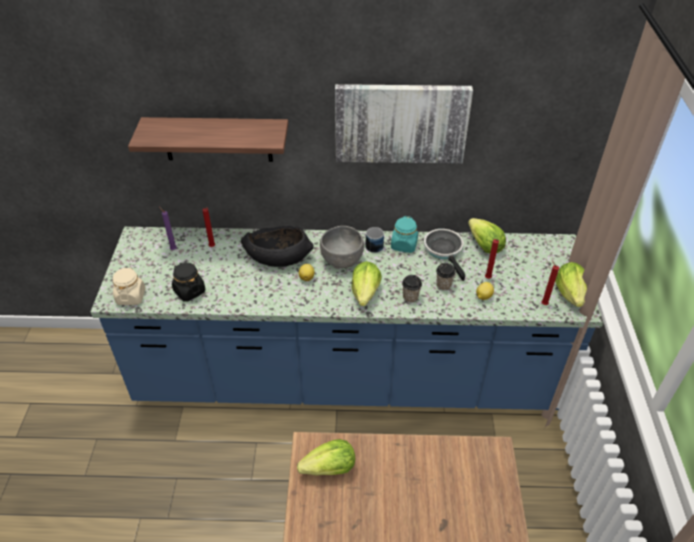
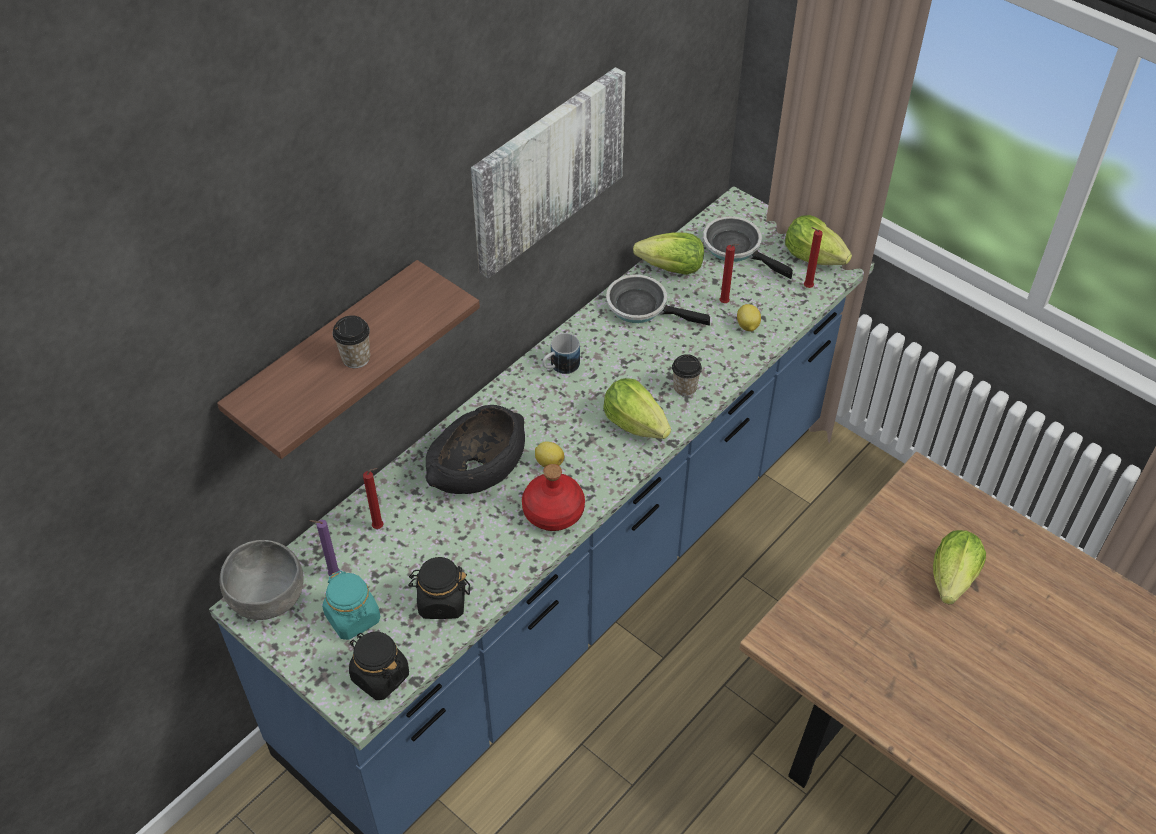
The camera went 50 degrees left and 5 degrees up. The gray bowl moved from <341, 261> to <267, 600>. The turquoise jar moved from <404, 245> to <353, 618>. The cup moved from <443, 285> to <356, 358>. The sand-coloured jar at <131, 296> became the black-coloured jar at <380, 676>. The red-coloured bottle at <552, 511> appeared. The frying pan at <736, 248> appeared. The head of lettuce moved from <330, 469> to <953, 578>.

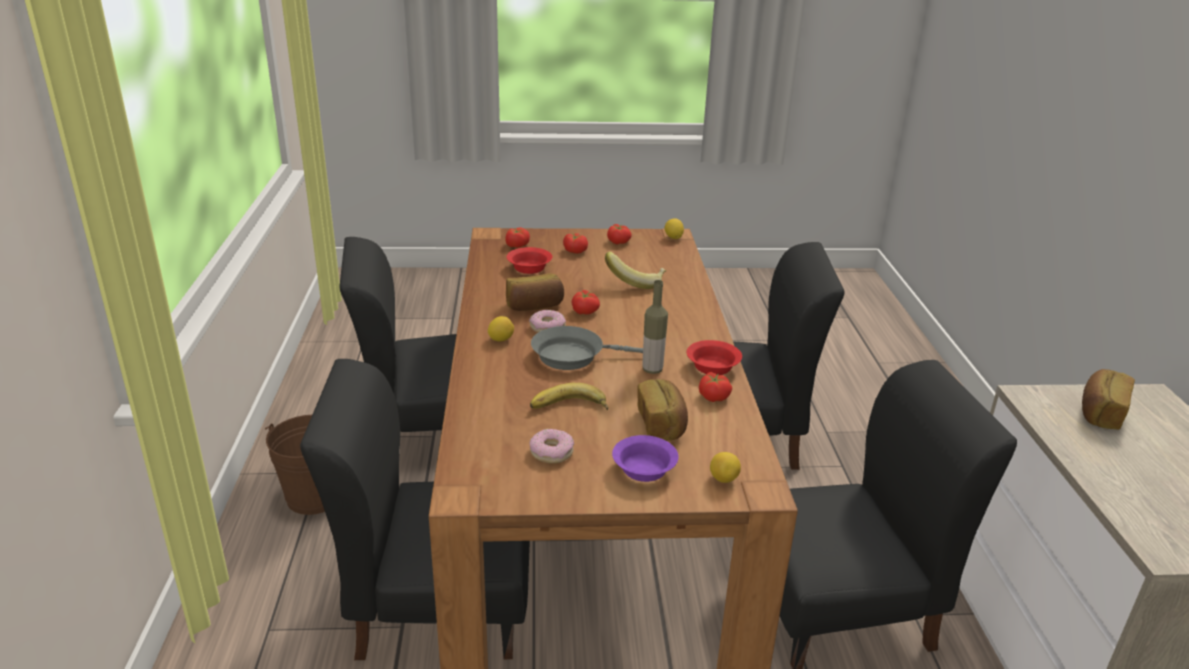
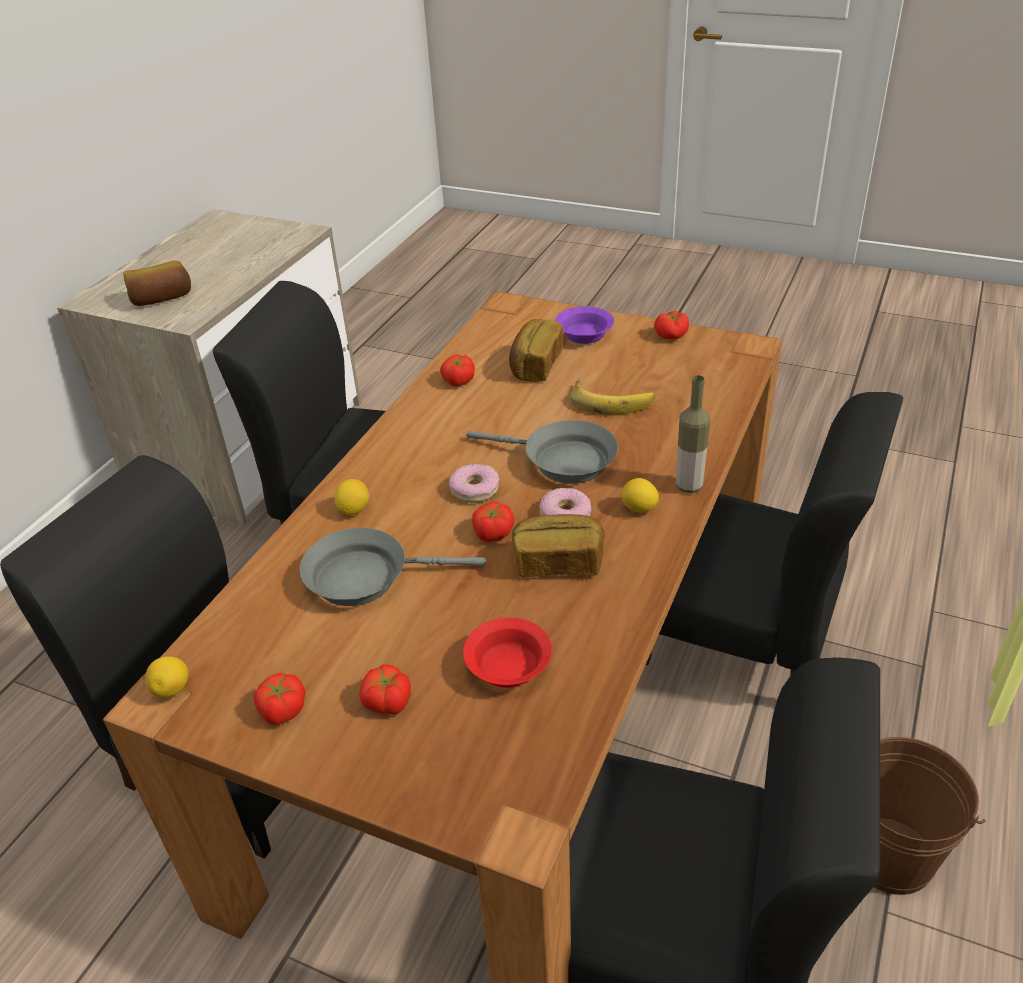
The camera went 150 degrees left and 10 degrees up. The whole banana at <635, 282> was replaced by the gray frying pan at <366, 577>. The lemon moved from <723, 479> to <354, 510>. The donut moved from <551, 452> to <474, 489>. The fresh tomato moved from <516, 245> to <671, 336>. The bottle moved from <652, 369> to <689, 486>. The red-coloured bowl at <712, 368> disappeared.

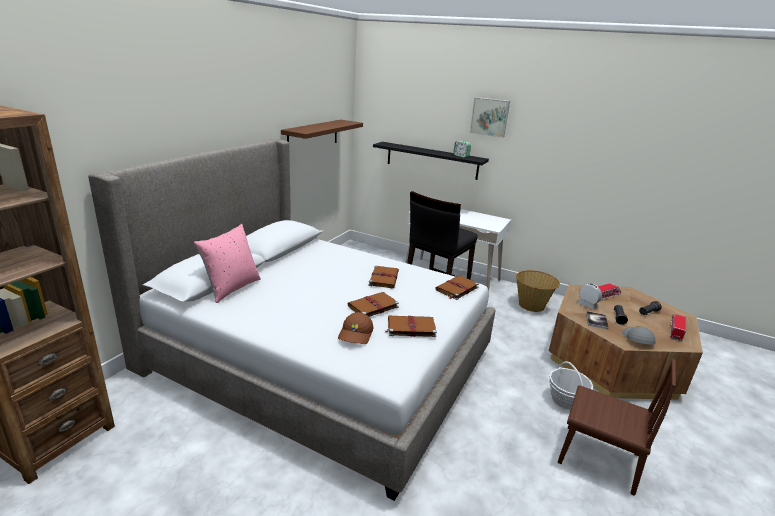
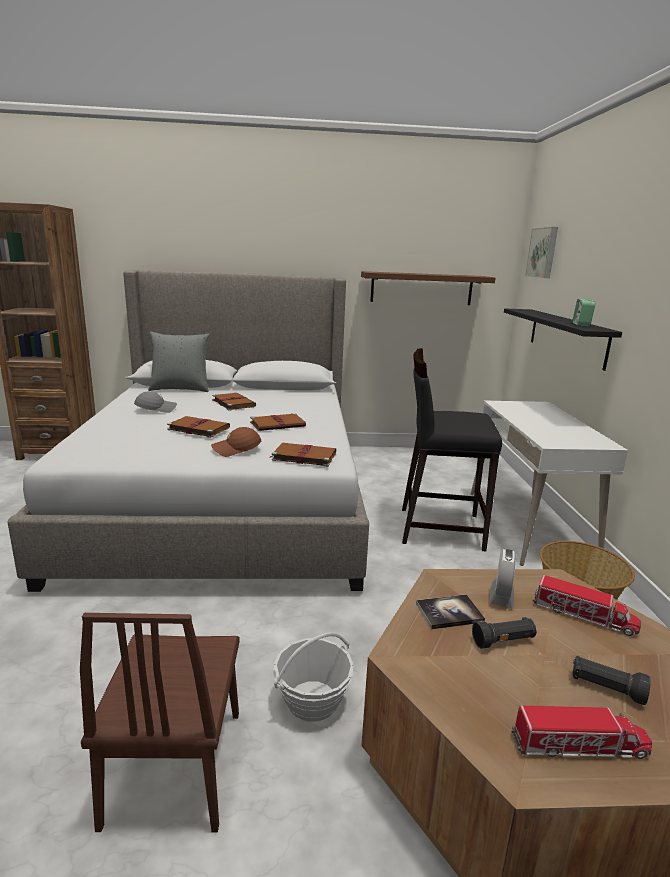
The camera went 60 degrees right and 5 degrees down. The gray peaked cap moved from <637, 339> to <156, 409>. The pinkish pillow at <231, 288> became the gray pillow at <180, 389>. The brownish peaked cap moved from <356, 334> to <236, 450>. The brownish book moved from <410, 328> to <233, 403>. The wall picture moved from <490, 117> to <543, 253>.

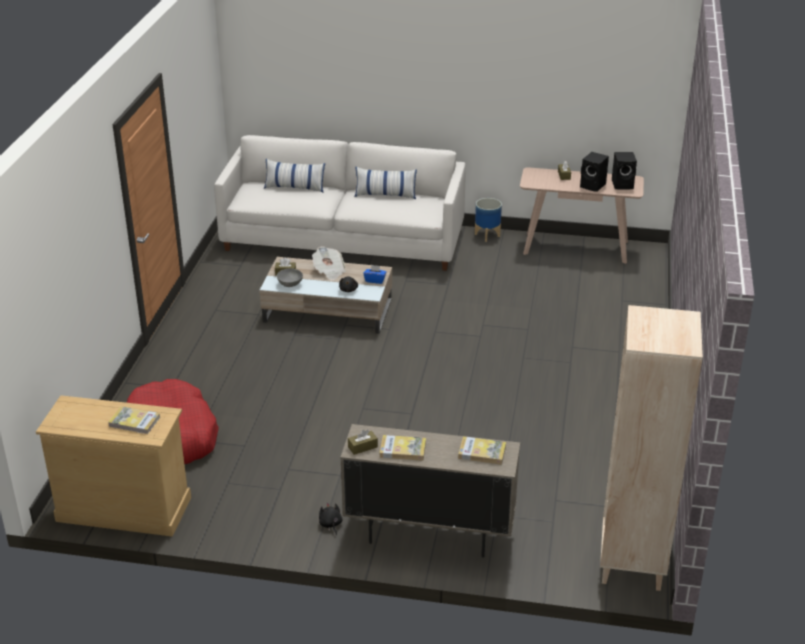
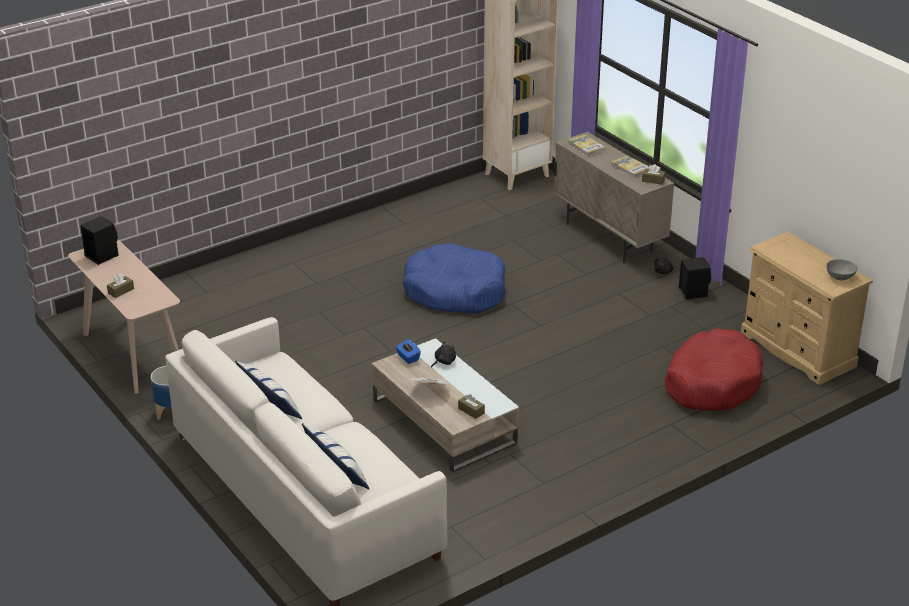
The camera went 135 degrees left and 0 degrees up. The blue-coloured dog cushion at <455, 291> appeared. The black-coloured audio speaker moved from <593, 186> to <693, 292>. The gray bowl moved from <290, 284> to <840, 277>. The book at <134, 422> disappeared.

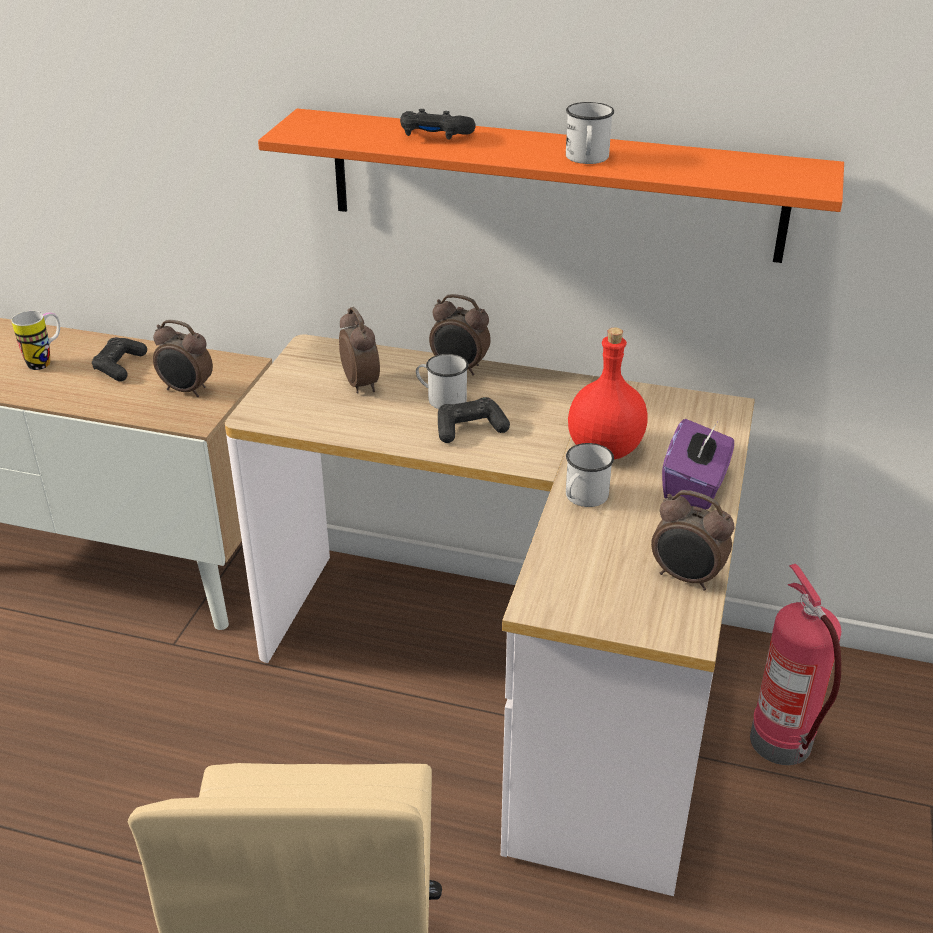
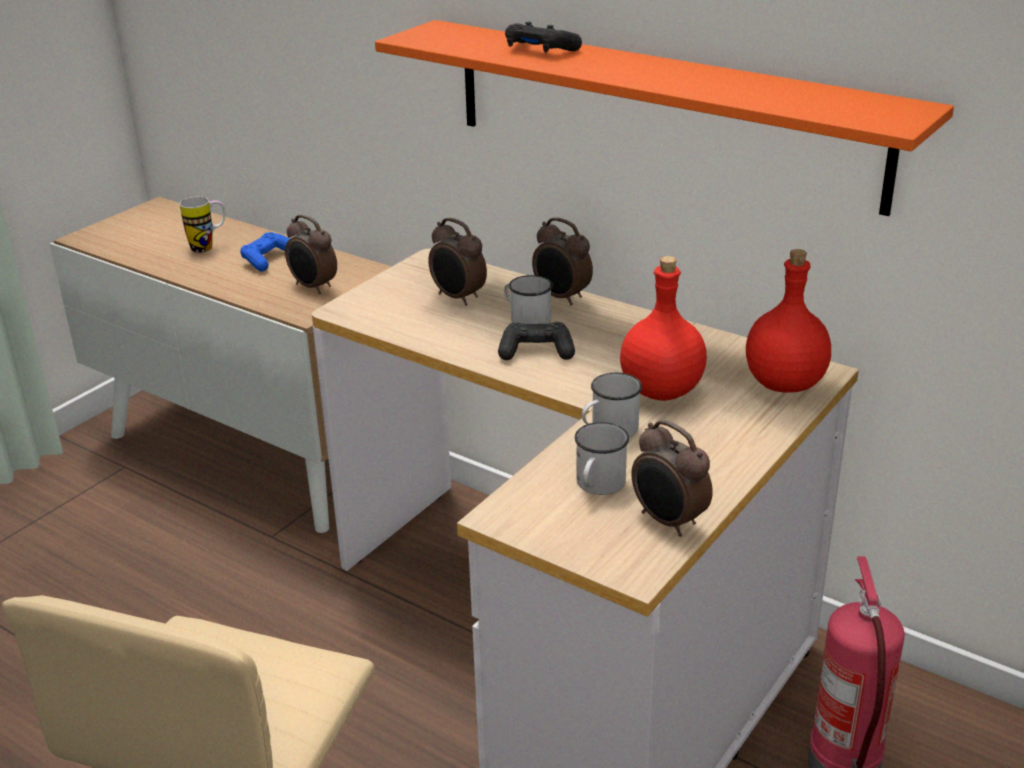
The camera went 20 degrees right and 5 degrees down. The black-coloured gamepad at <120, 366> became the blue-coloured gamepad at <268, 259>. The table clock at <361, 384> turned 135 degrees clockwise. The whitish mug moved from <587, 159> to <597, 486>. The red-coloured bottle at <784, 383> appeared. The purplish tissue box at <695, 486> disappeared.

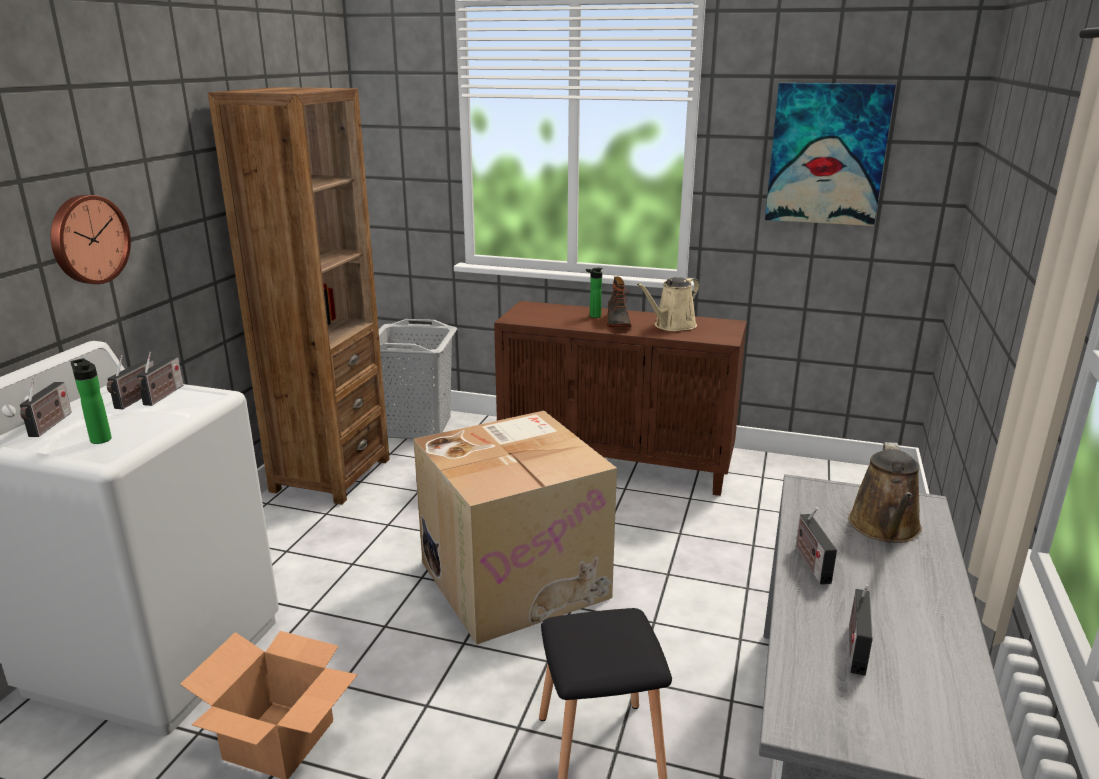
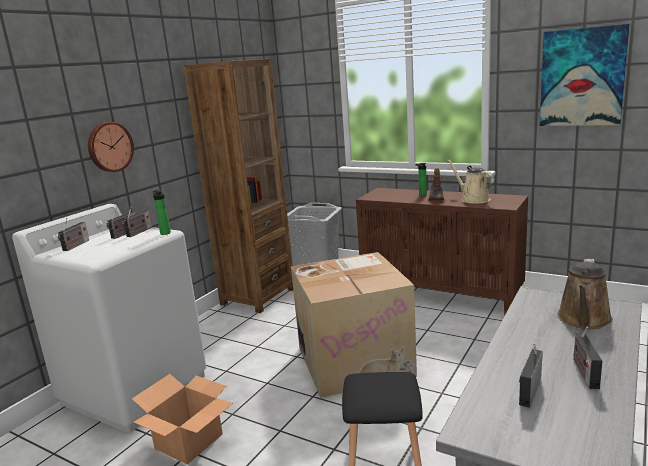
The camera went 15 degrees right and 5 degrees down. The bottle moved from <99, 439> to <165, 233>. The sand-coloured watering can at <672, 326> turned 90 degrees clockwise. The radio moved from <810, 562> to <584, 372>.

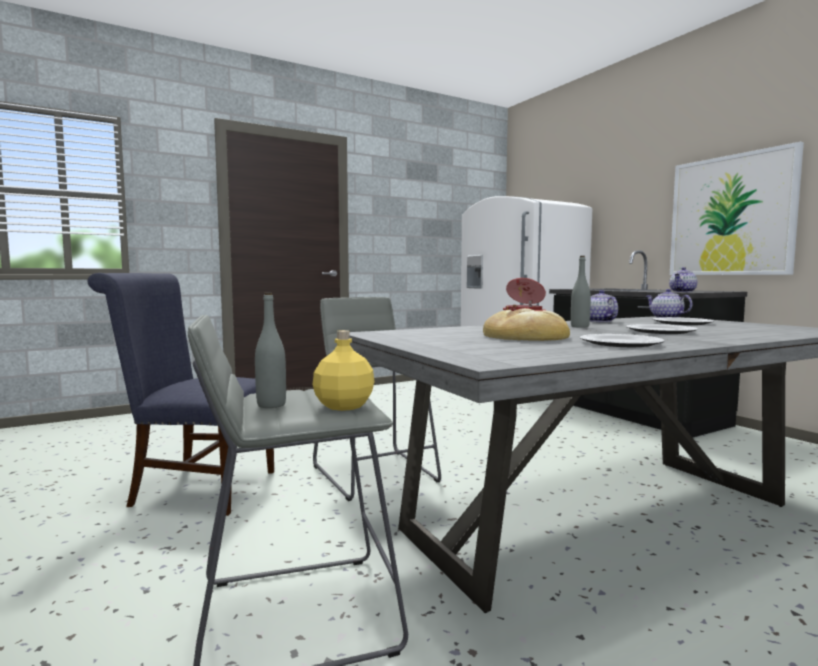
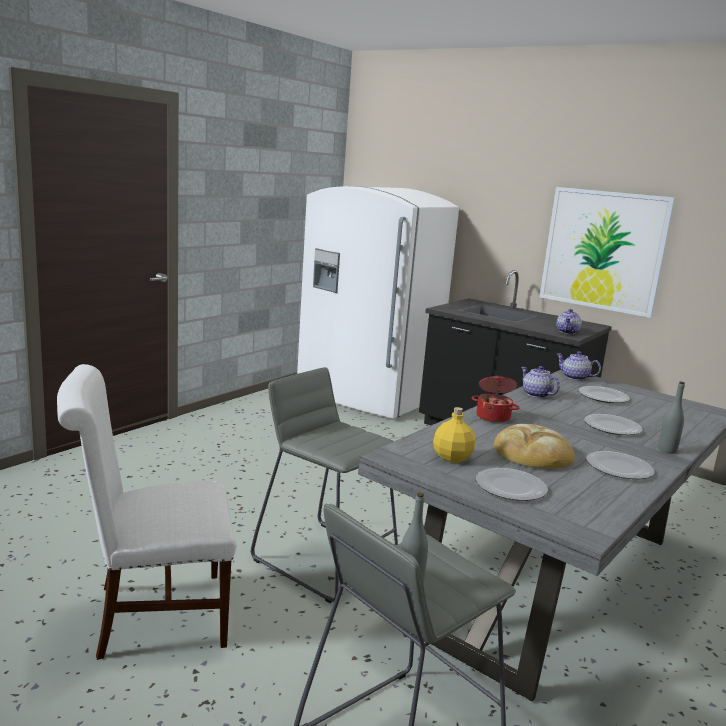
The camera went 25 degrees left and 10 degrees up. The blue-coloured plain chair at <196, 488> became the whitish plain chair at <151, 615>. The yellowish bottle moved from <345, 406> to <453, 457>. The flat dish at <509, 487> appeared. The gray bottle moved from <579, 326> to <667, 450>.

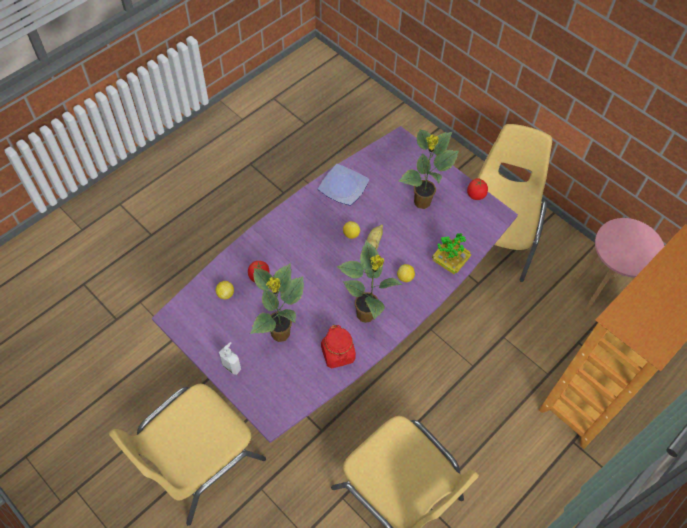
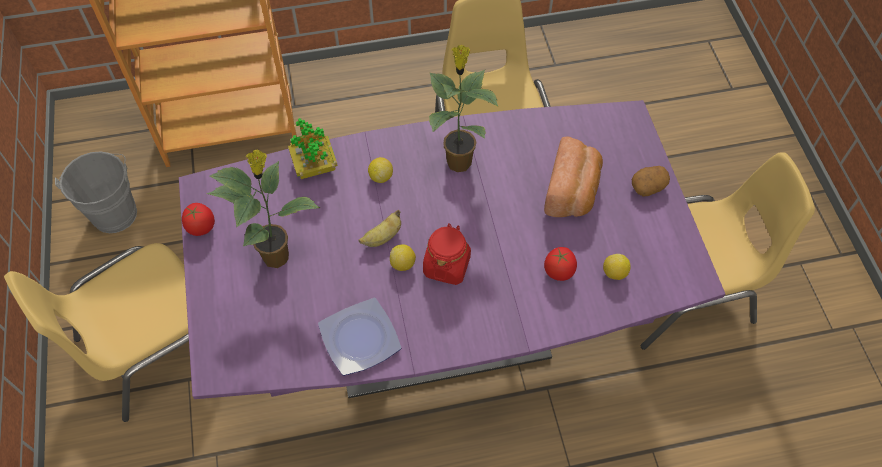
The camera went 145 degrees left and 0 degrees up. The pinkish stool seat at <599, 293> was replaced by the gray pail at <114, 210>. The red-coloured jar moved from <338, 354> to <446, 265>. The potted plant at <280, 335> was replaced by the baked bread at <572, 191>. The soap bottle at <232, 366> was replaced by the potato at <648, 186>.

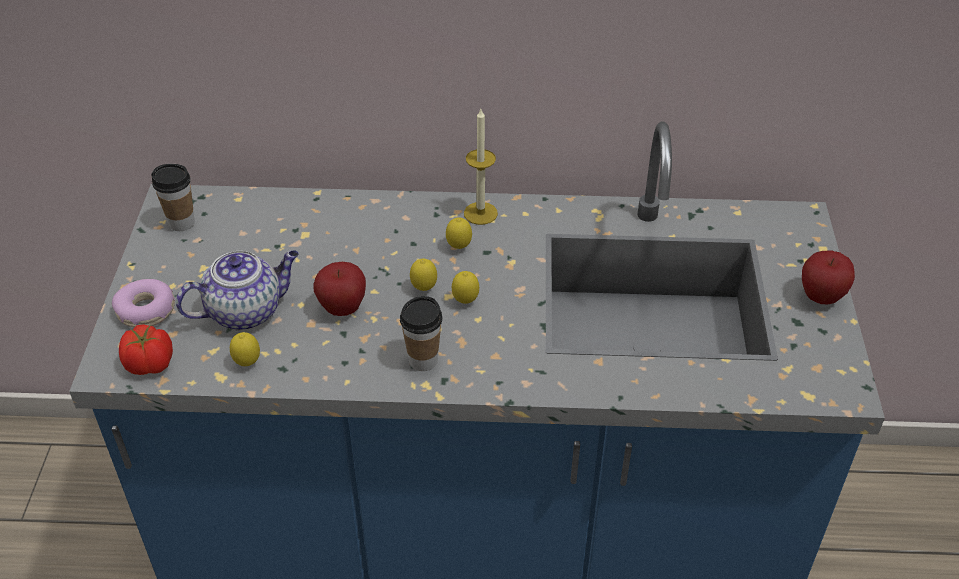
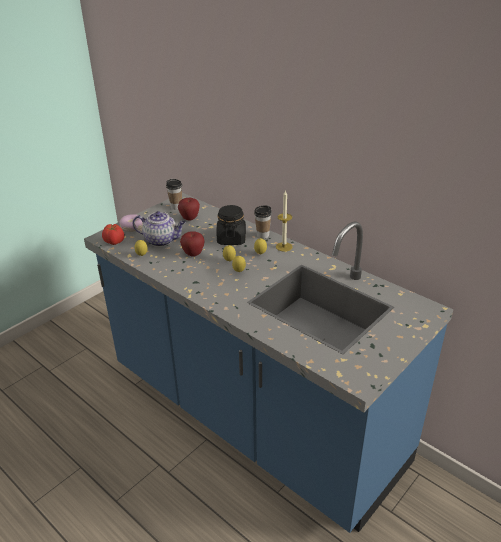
The camera went 40 degrees right and 10 degrees down. The apple moved from <821, 297> to <189, 218>. The black-coloured jar at <231, 239> appeared. The cup moved from <423, 360> to <263, 235>.

